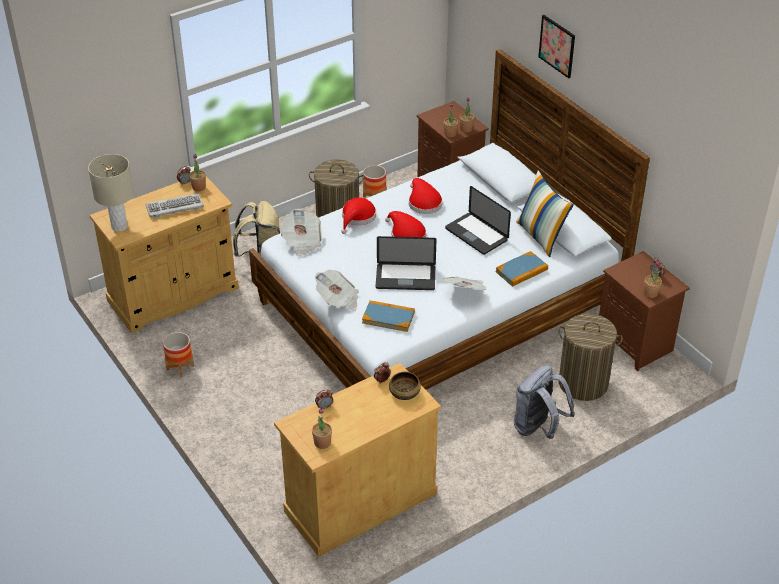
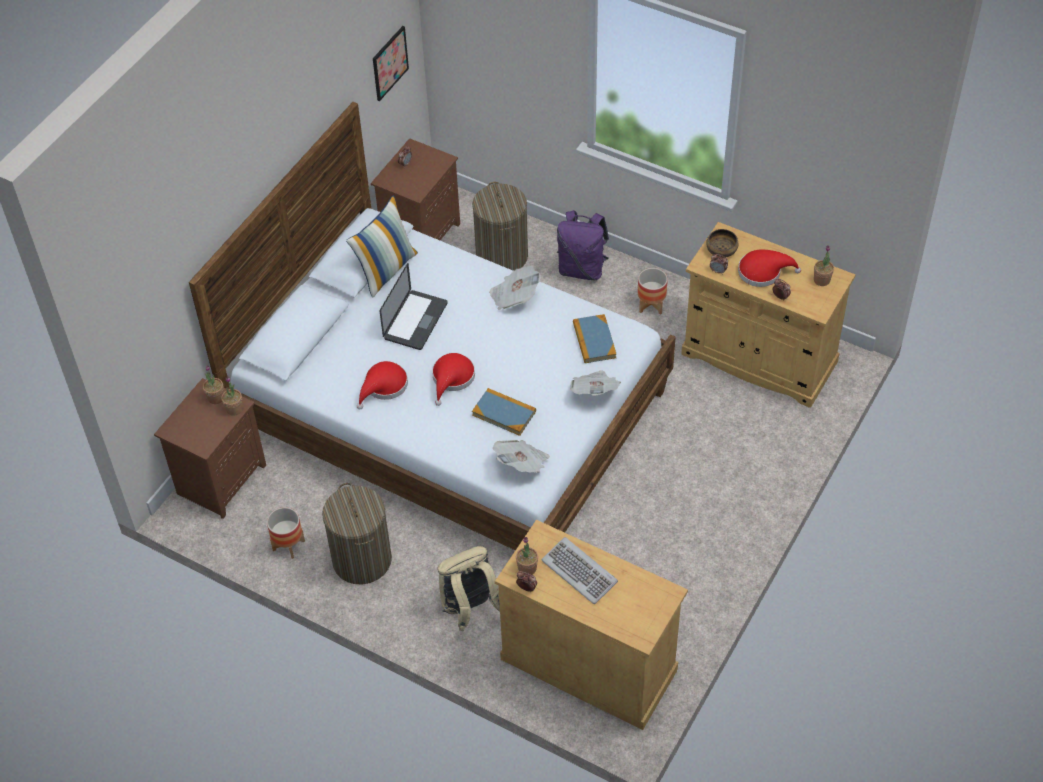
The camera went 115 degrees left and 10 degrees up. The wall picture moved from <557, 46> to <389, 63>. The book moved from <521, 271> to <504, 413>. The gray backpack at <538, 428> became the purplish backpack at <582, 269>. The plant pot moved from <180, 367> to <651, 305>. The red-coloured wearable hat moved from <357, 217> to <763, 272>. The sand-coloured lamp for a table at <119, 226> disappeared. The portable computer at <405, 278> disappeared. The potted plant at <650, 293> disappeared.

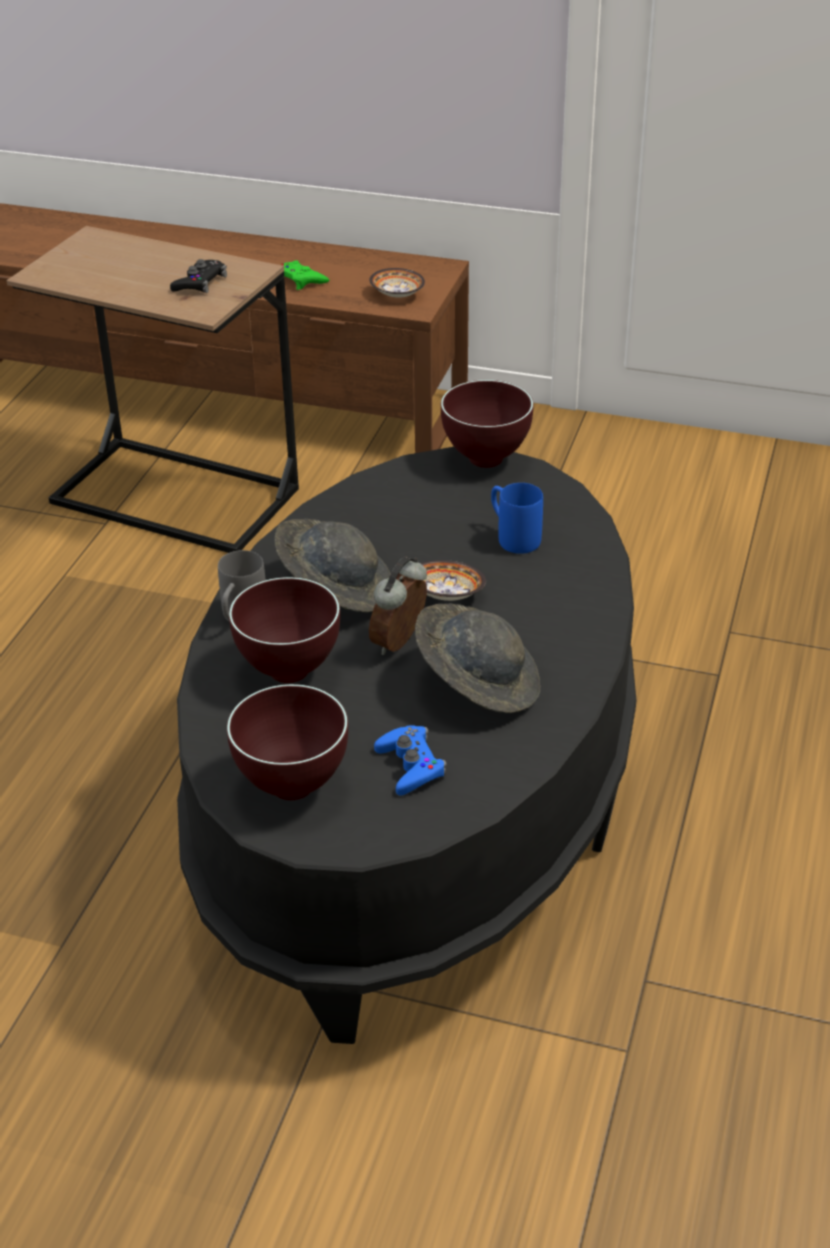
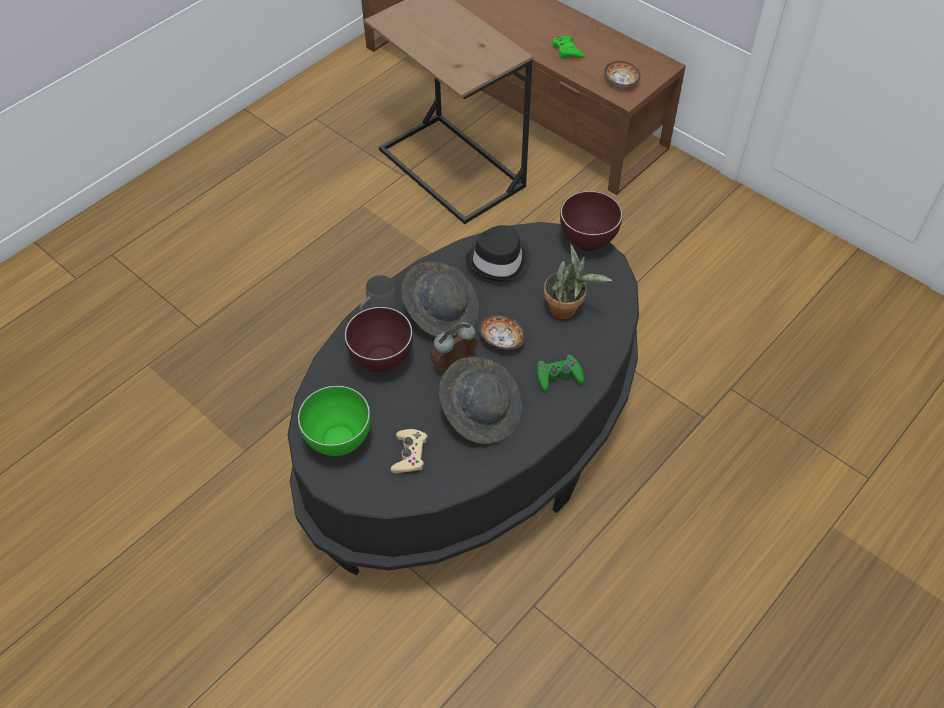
The camera went 25 degrees right and 15 degrees up. The brownish bowl at <292, 789> became the greenish bowl at <338, 444>. The blue-coloured gamepad at <411, 766> became the sand-coloured gamepad at <410, 454>. The black-coloured wearable hat at <500, 261> appeared. The greenish gamepad at <558, 376> appeared. The blue-coloured mug at <512, 537> was replaced by the potted plant at <567, 310>. The black-coloured gamepad at <200, 283> disappeared.

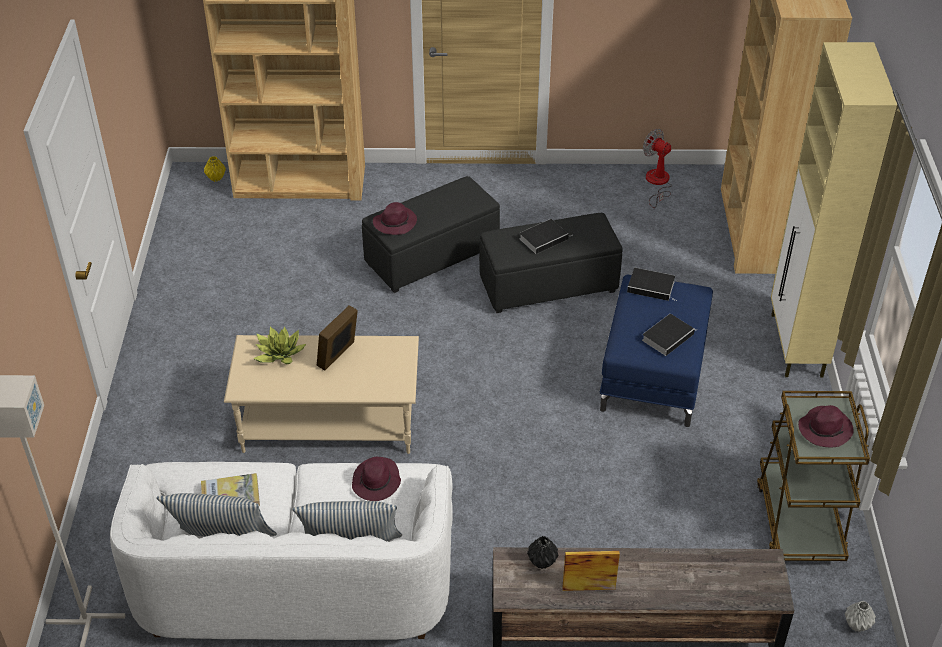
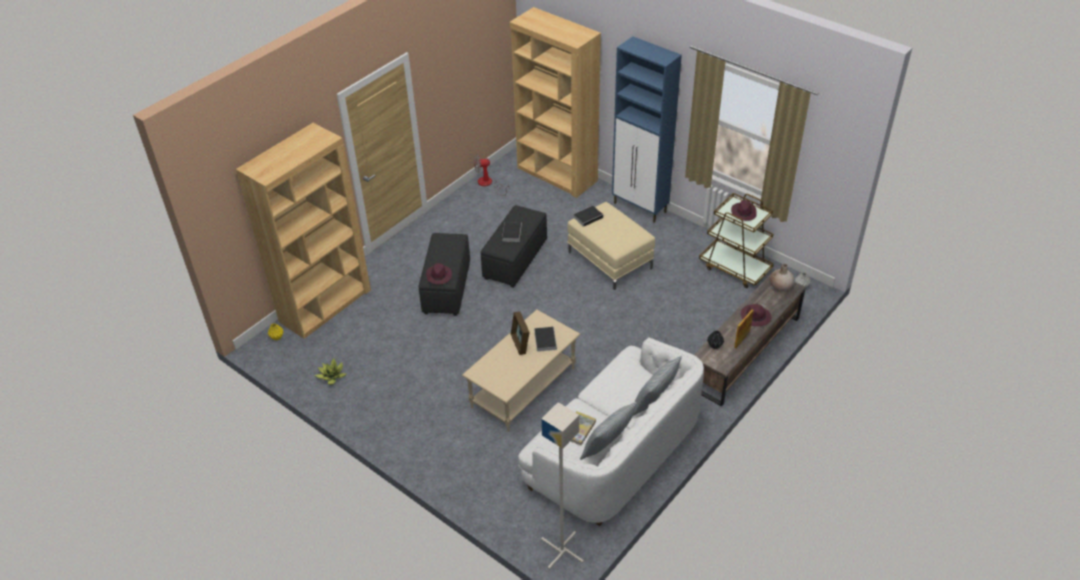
The camera went 50 degrees left and 0 degrees up. The potted plant moved from <279, 354> to <332, 376>. The book moved from <668, 336> to <545, 340>. The blue-coloured footrest at <654, 374> became the sand-coloured footrest at <610, 260>. The sand-coloured storage cabinet at <796, 346> became the blue-coloured storage cabinet at <640, 208>. The purplish wearable hat moved from <376, 482> to <756, 317>. The sand-coloured vase at <780, 286> appeared.

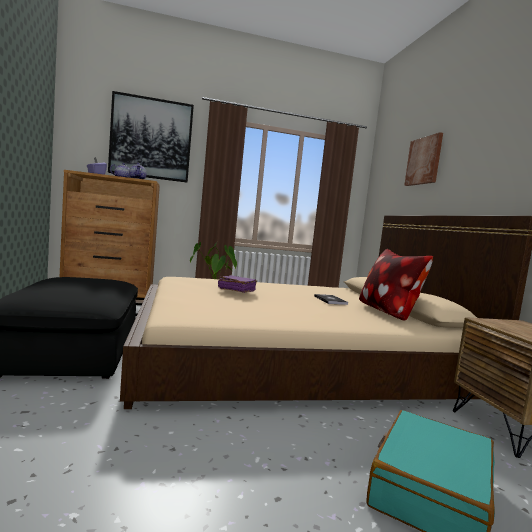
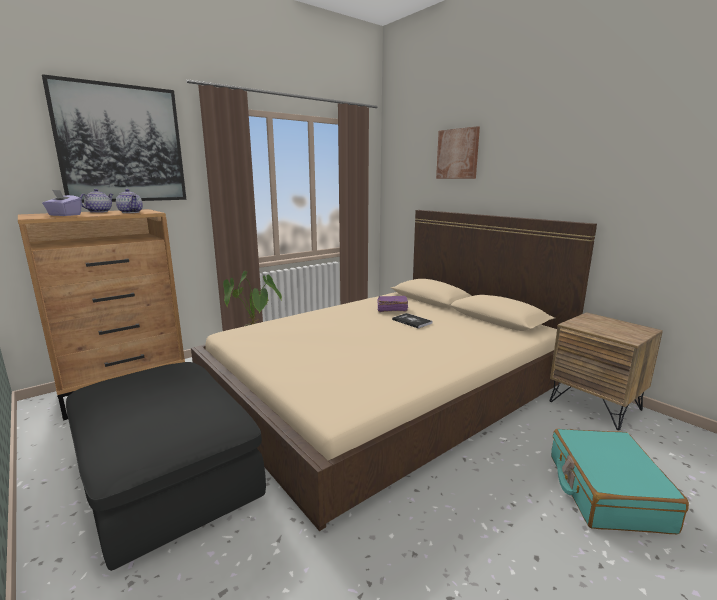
The camera went 25 degrees left and 10 degrees up. The purplish book moved from <236, 290> to <391, 309>. The pillow at <388, 313> disappeared.

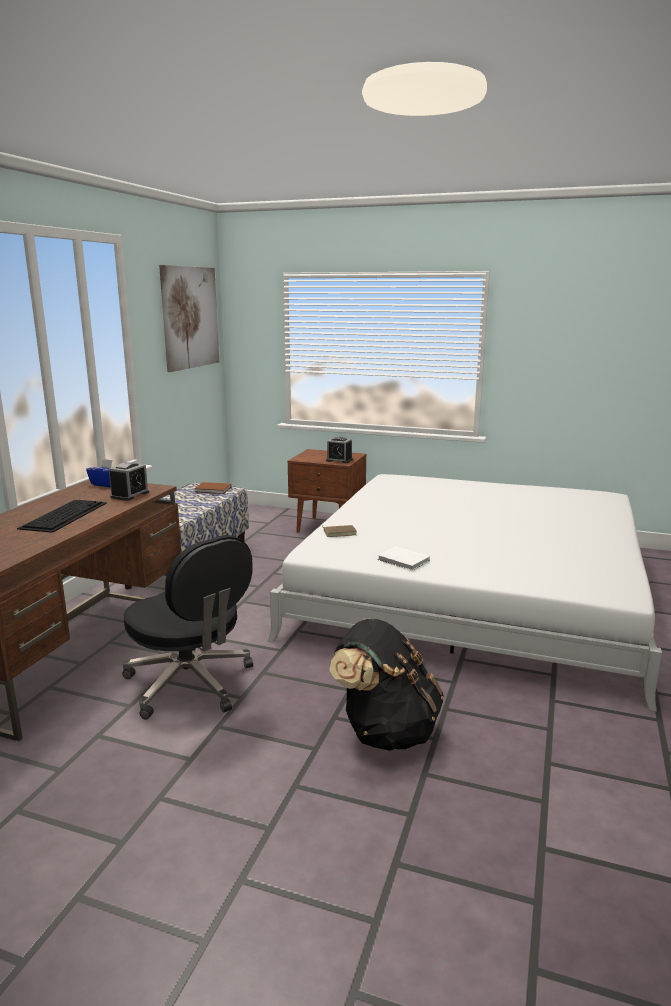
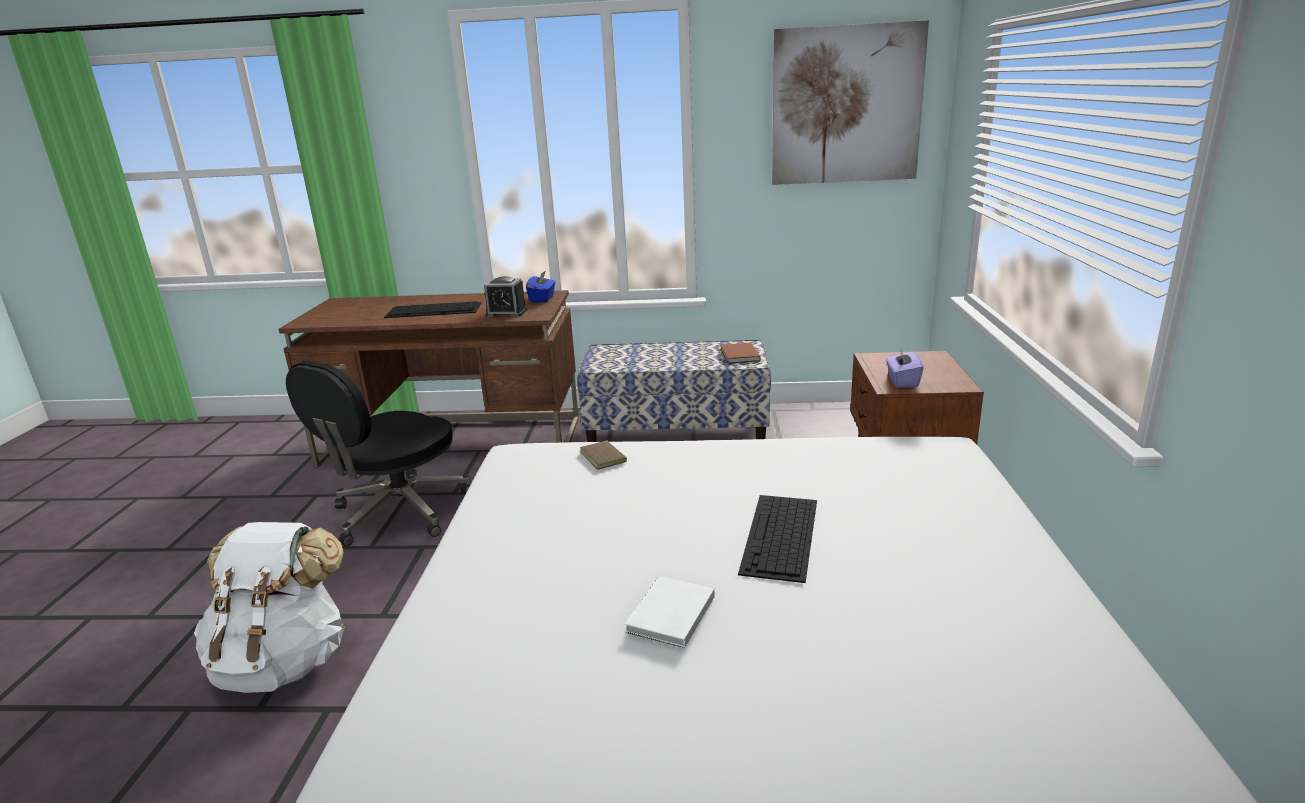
The camera went 75 degrees right and 5 degrees up. The black-coloured backpack at <386, 731> became the whitish backpack at <284, 661>. The whitish book moved from <404, 561> to <669, 615>. The computer keyboard at <781, 536> appeared. The table clock at <339, 460> was replaced by the purplish tissue box at <902, 381>.

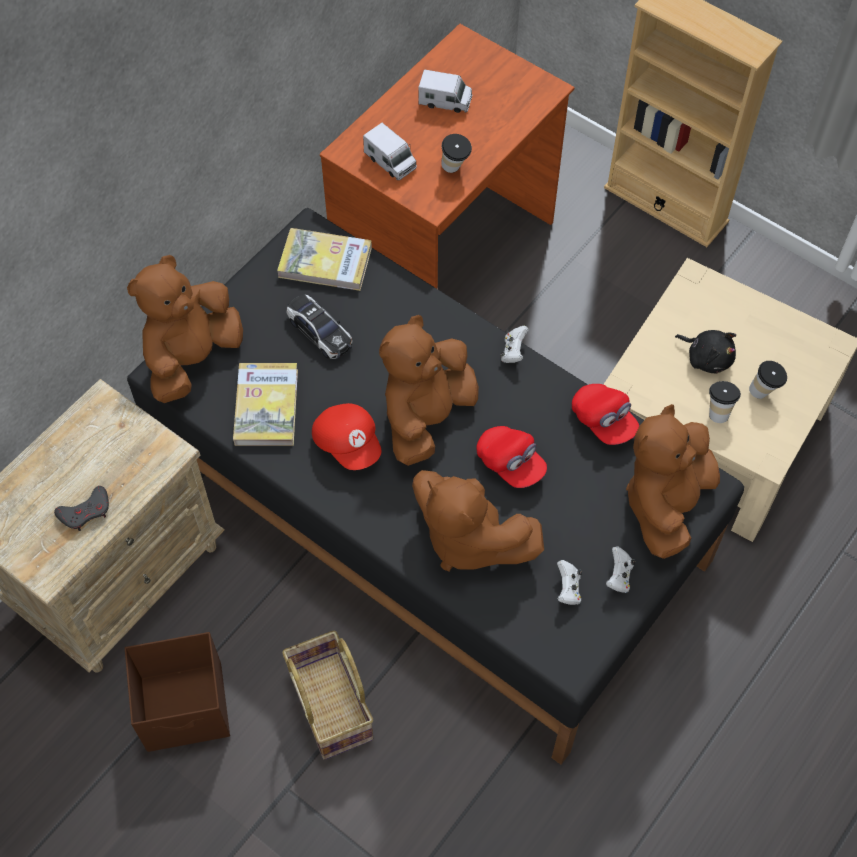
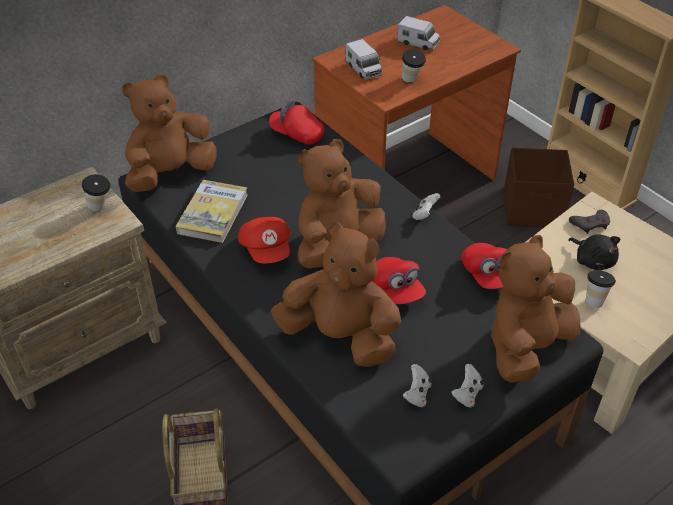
The camera went 15 degrees right and 15 degrees down. The cup moved from <764, 392> to <101, 208>. The book at <325, 262> was replaced by the red-coloured peaked cap at <297, 134>. The brownish cuddly toy at <468, 539> turned 150 degrees clockwise. The brownish storage box moved from <186, 708> to <533, 210>. The gray gamepad moved from <86, 511> to <590, 224>. The toy car at <319, 332> disappeared.

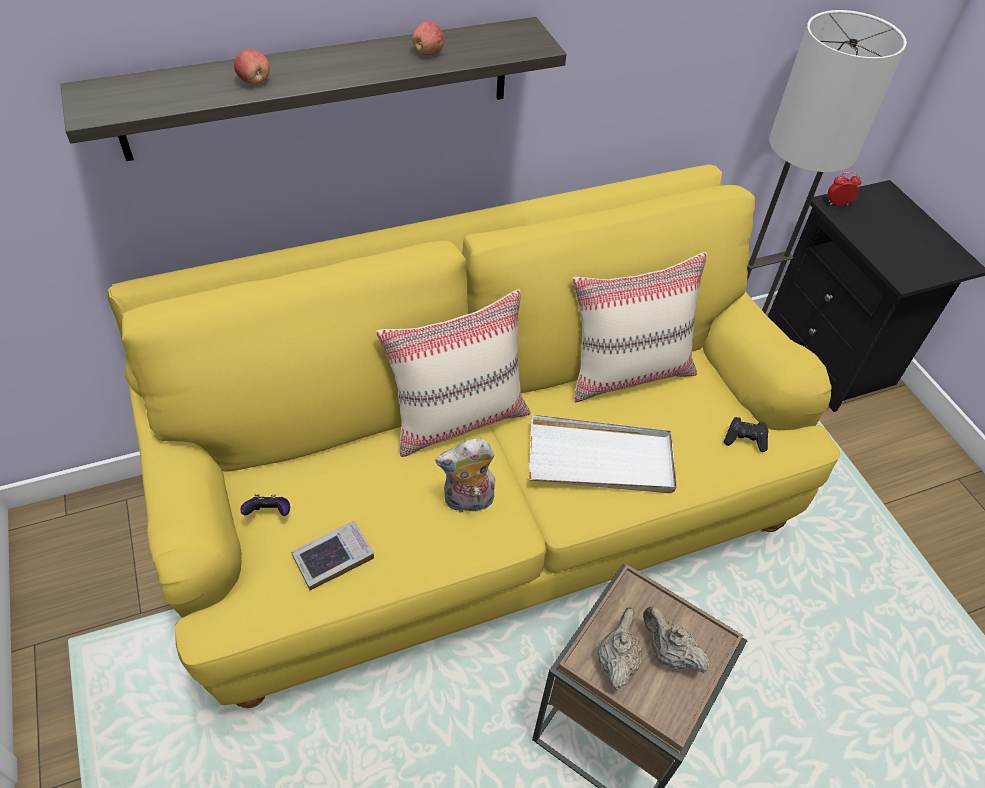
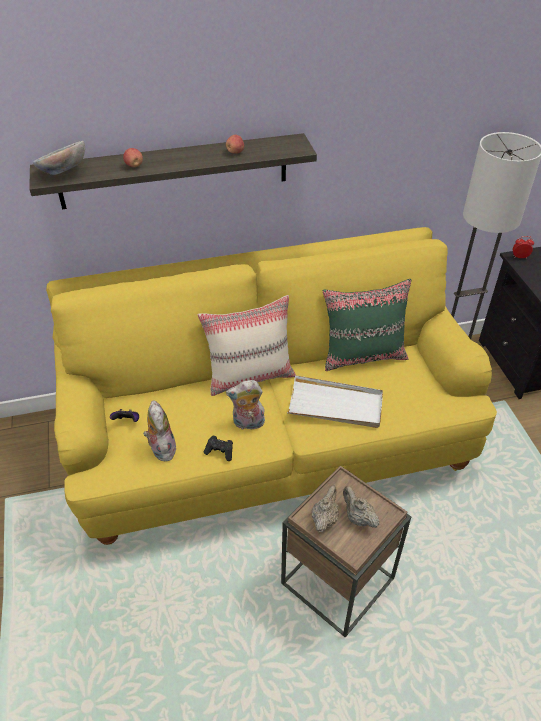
The camera went 10 degrees right and 5 degrees down. The bowl at <63, 172> appeared. The book at <333, 557> was replaced by the cuddly toy at <161, 448>. The black-coloured gamepad moved from <744, 439> to <220, 452>. The sand-coloured pillow at <628, 372> became the greenish pillow at <363, 355>.

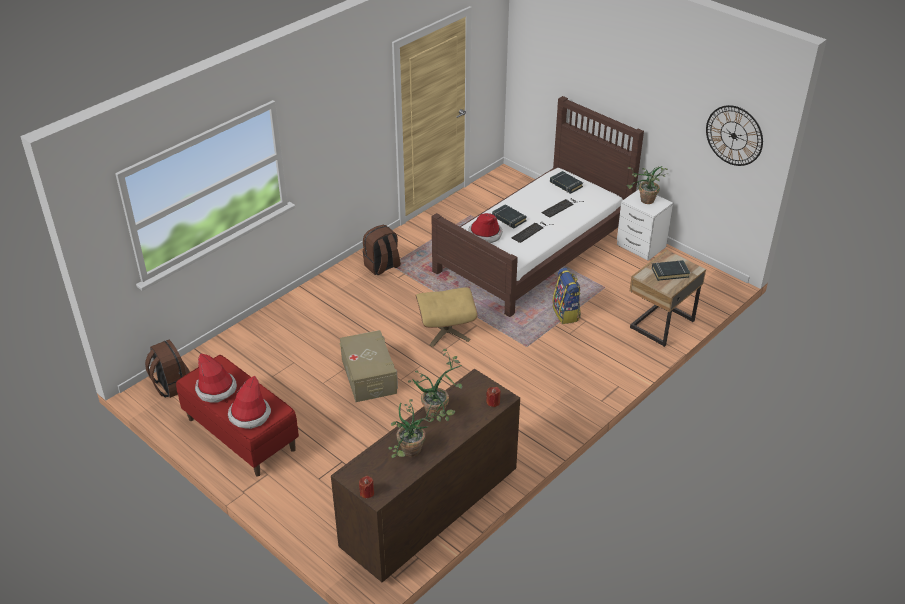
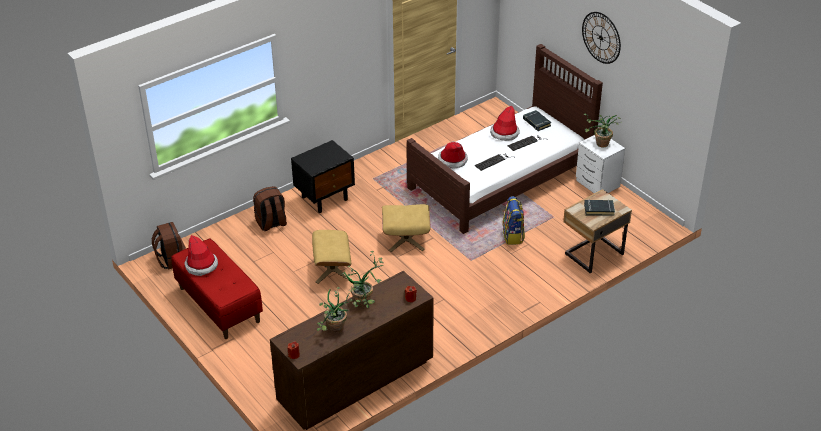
The camera went 10 degrees right and 0 degrees up. The brownish backpack moved from <382, 266> to <271, 223>. The black-coloured bedside table at <325, 198> appeared. The sand-coloured storage box at <368, 376> was replaced by the sand-coloured footrest at <332, 270>. The wearable hat moved from <249, 415> to <504, 133>. The clock on the wall moved from <734, 135> to <601, 37>. The black-coloured book at <508, 218> disappeared.

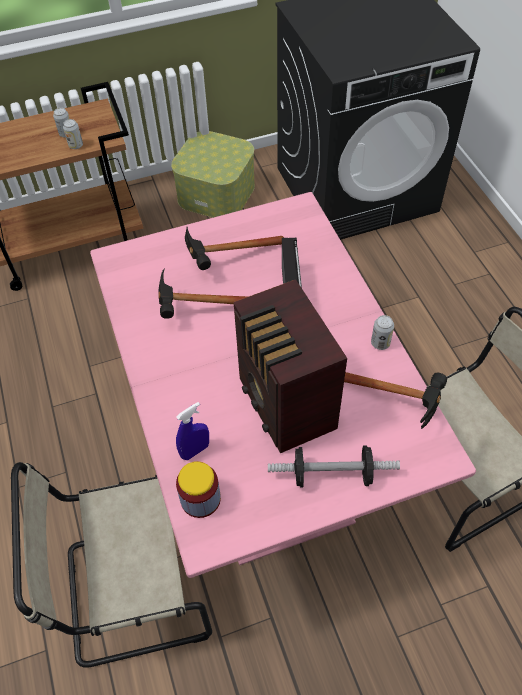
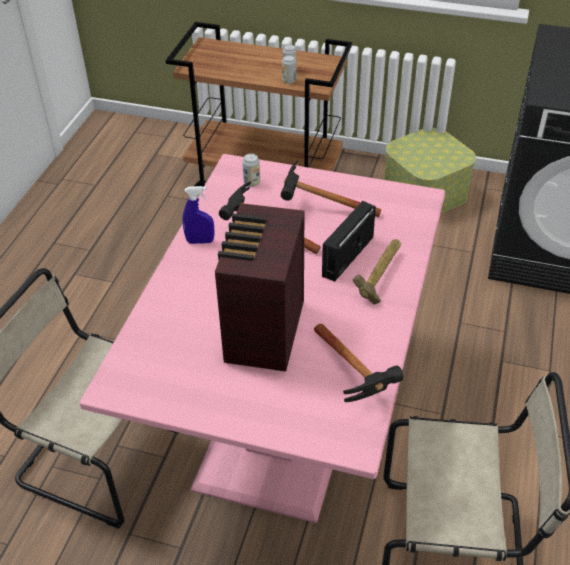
The camera went 35 degrees right and 10 degrees down. The blue-coloured spray bottle moved from <195, 450> to <200, 241>. The can moved from <380, 343> to <252, 183>. The hand hammer at <380, 277> appeared. The jar at <200, 499> disappeared. The dumbbell at <332, 475> disappeared.

